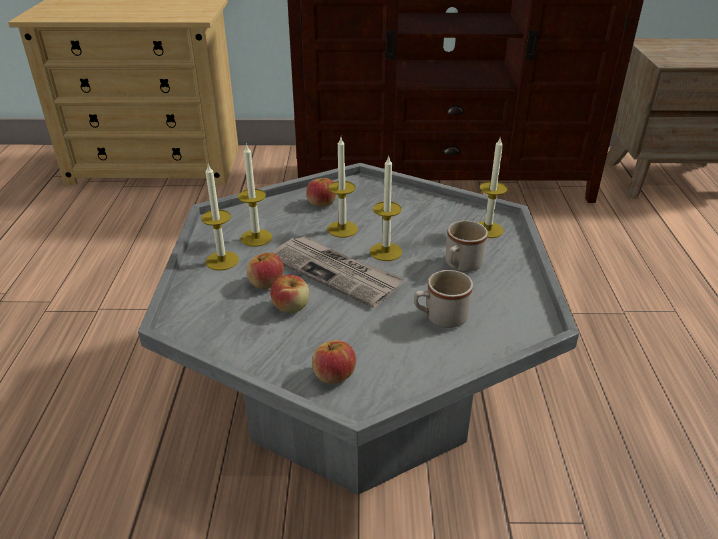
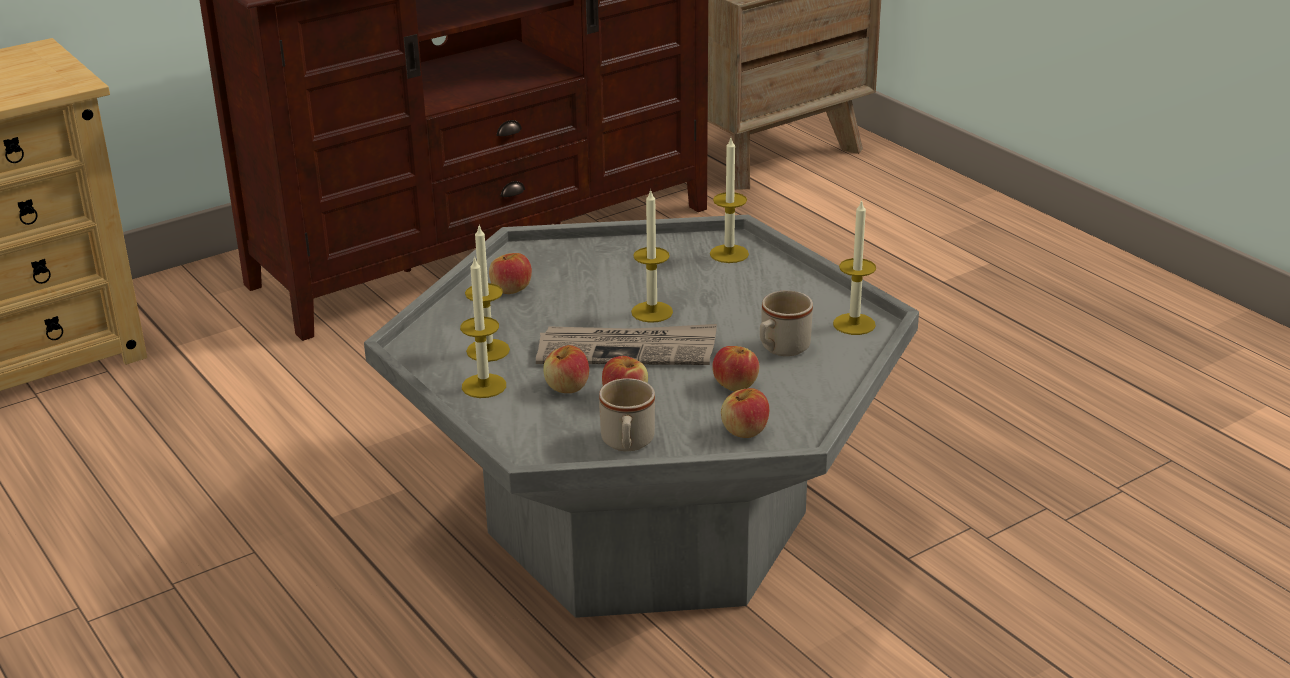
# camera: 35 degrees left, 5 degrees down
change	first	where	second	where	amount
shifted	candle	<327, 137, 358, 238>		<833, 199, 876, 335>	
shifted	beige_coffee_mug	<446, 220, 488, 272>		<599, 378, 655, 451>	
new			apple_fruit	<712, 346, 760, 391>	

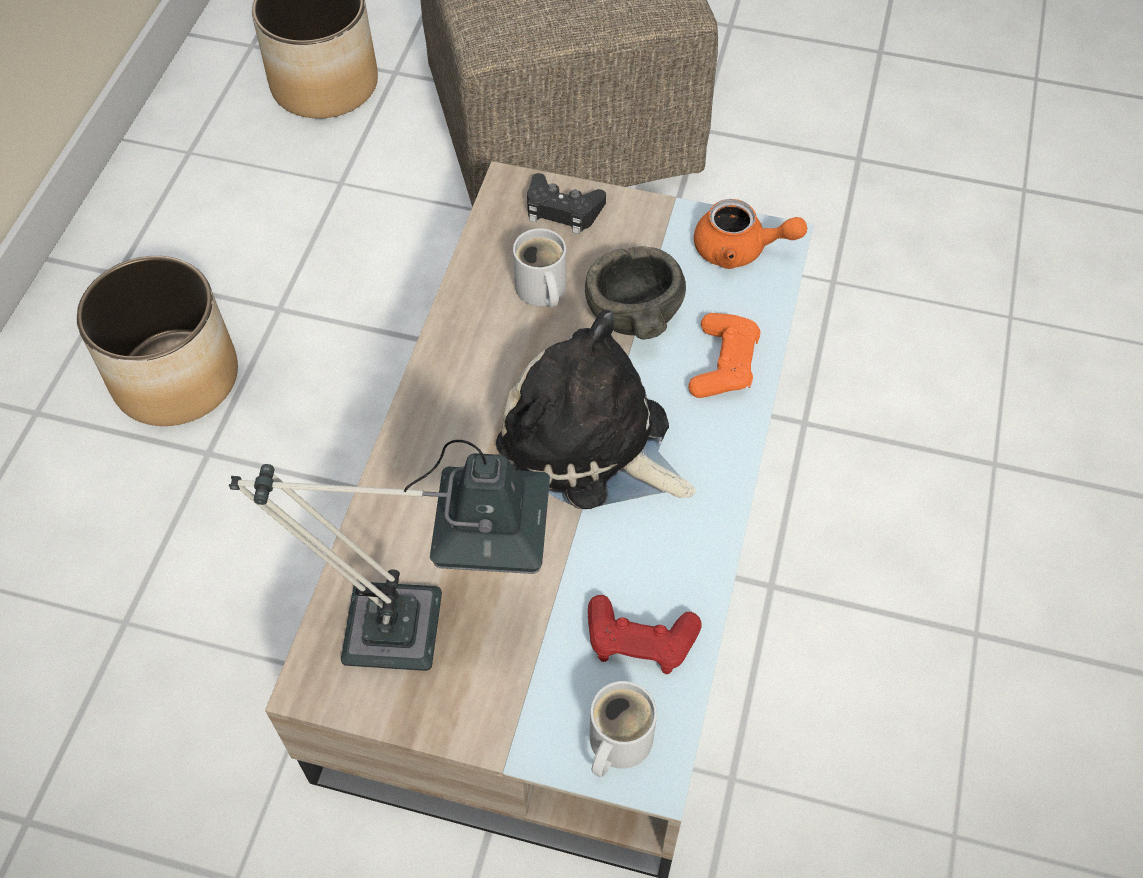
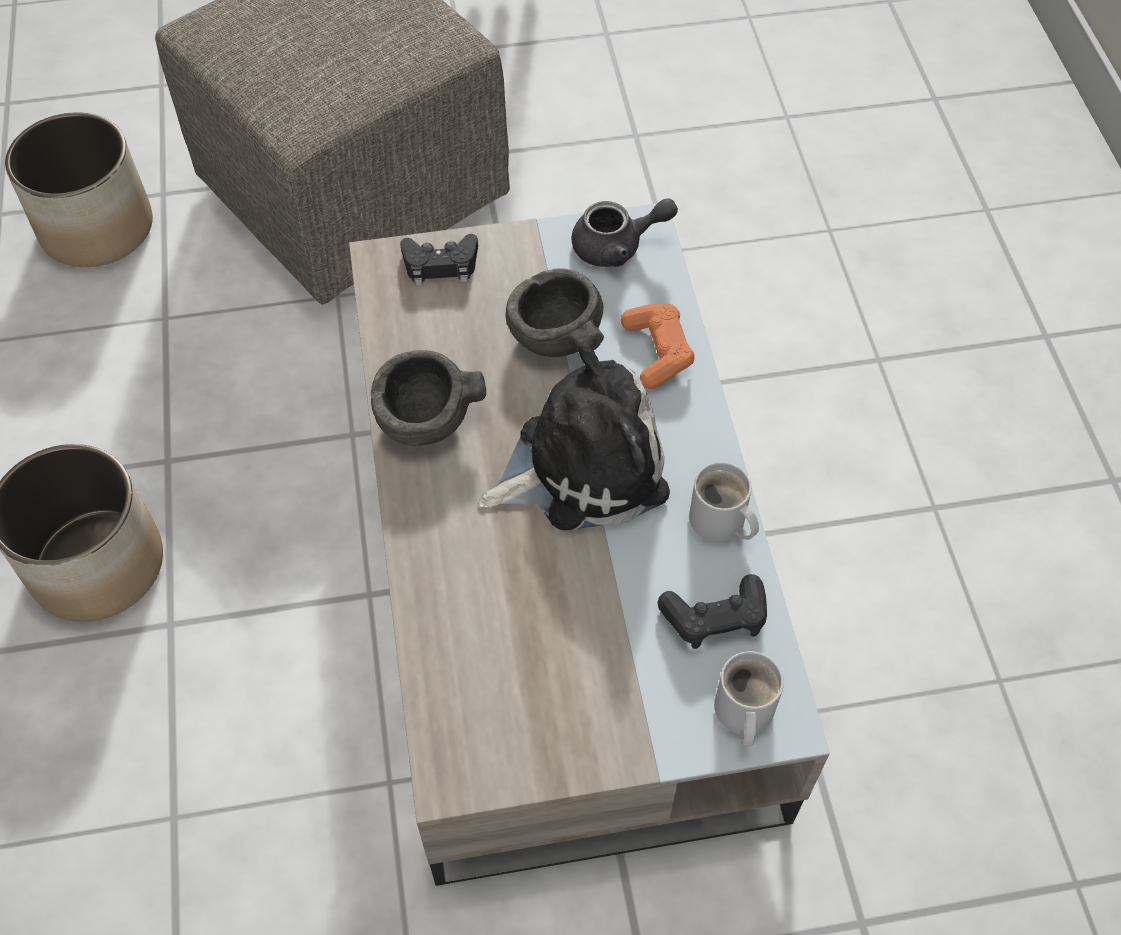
# camera: 25 degrees left, 0 degrees up
change	first	where	second	where	amount
gone	lamp_for_a_table	<229, 440, 550, 671>			
rotated	cuddly_toy	<496, 310, 696, 509>		<479, 342, 670, 530>	150 degrees clockwise
shifted	white-coloured_coffee_mug	<513, 228, 567, 308>		<689, 462, 759, 542>	
repainted	red_game_controller	<588, 595, 701, 674>	black_game_controller	<658, 574, 767, 649>	
repainted	orange-coloured_tea_pot	<694, 199, 807, 269>	gray_tea_pot	<572, 198, 678, 267>	
new			gray_deep_dish	<371, 350, 486, 446>	

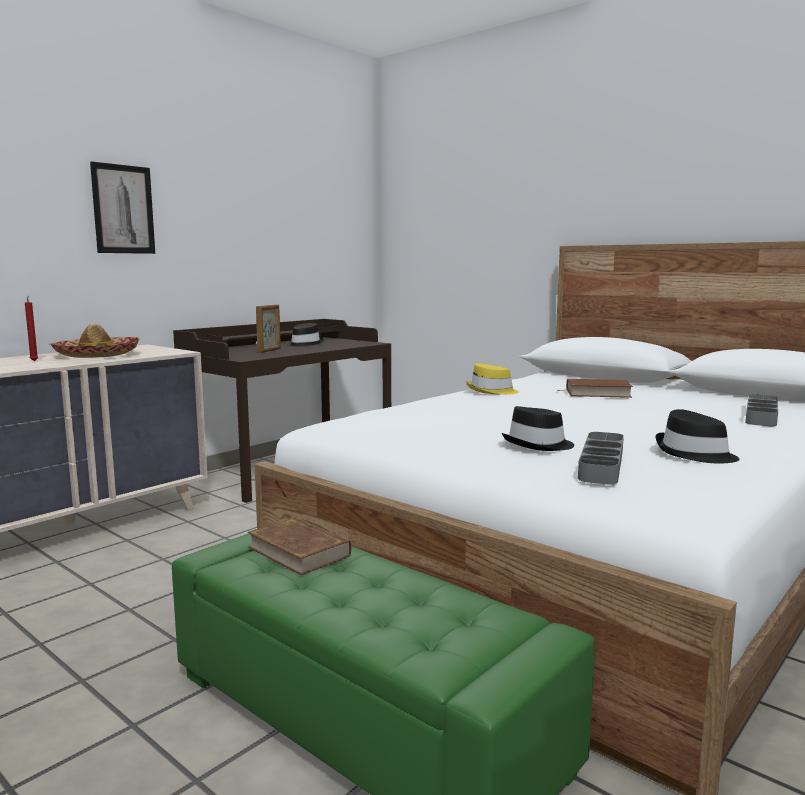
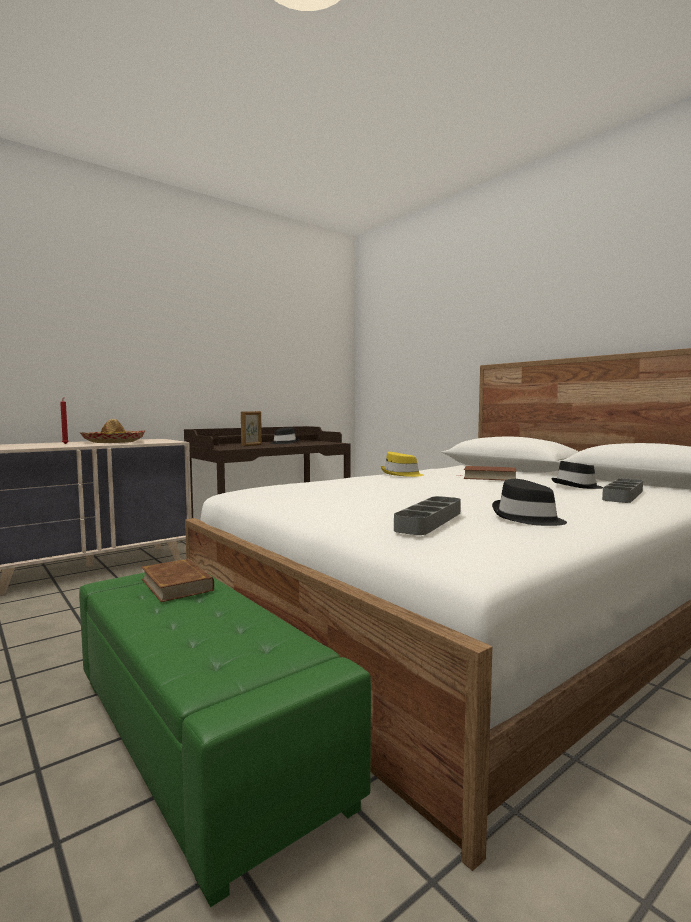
# camera: 10 degrees right, 5 degrees down
change	first	where	second	where	amount
gone	wall_art	<90, 161, 155, 254>			
shifted	black_wearable_hat	<502, 406, 574, 451>		<551, 461, 603, 489>	

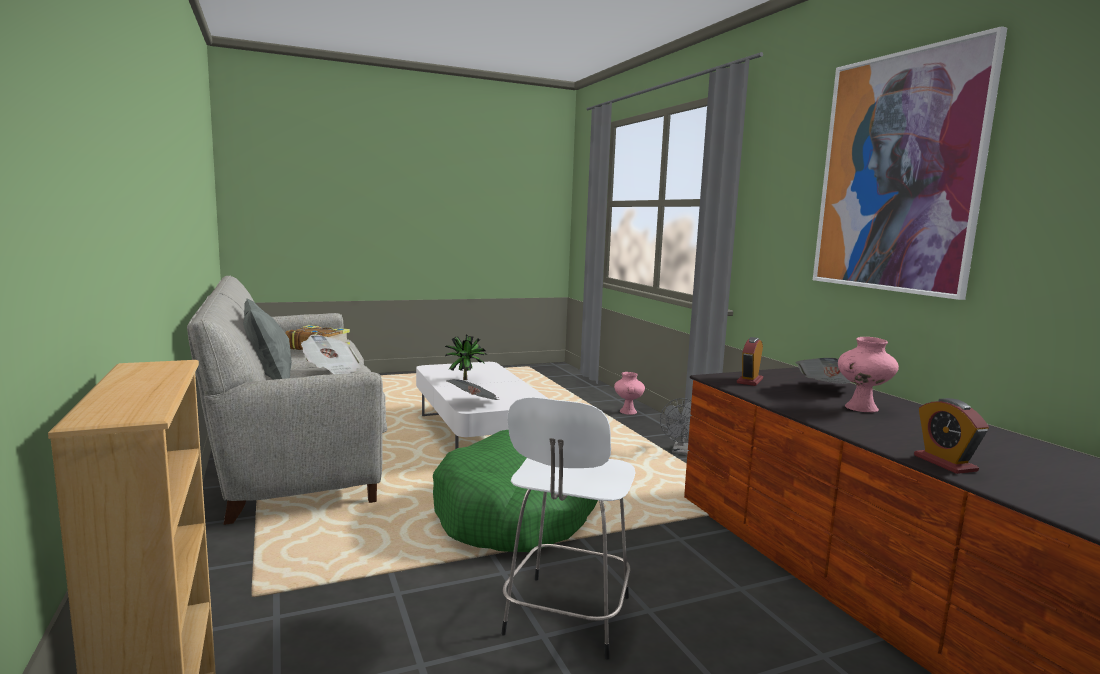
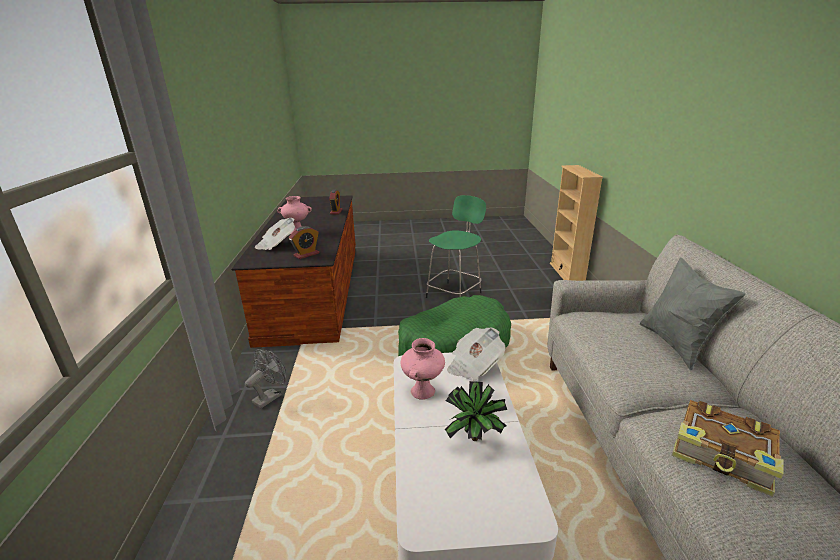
# camera: 160 degrees left, 15 degrees up
change	first	where	second	where	amount
gone	newspaper	<301, 335, 362, 374>			
repainted	white-coloured_stool	<501, 397, 636, 660>	green-coloured_stool	<426, 195, 486, 298>	
shifted	pink-coloured_vase	<614, 372, 645, 415>		<401, 338, 445, 400>	
gone	wall_art	<813, 26, 1007, 300>			

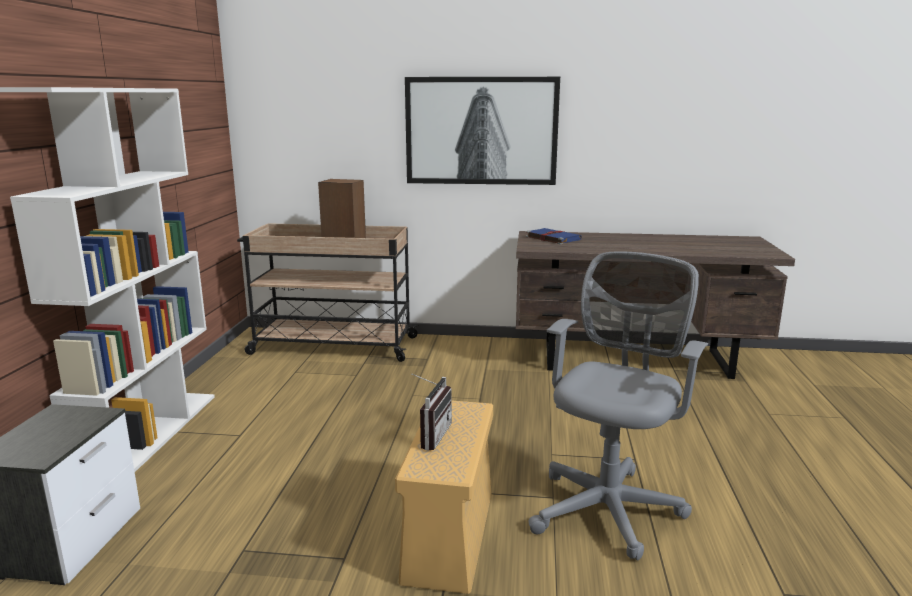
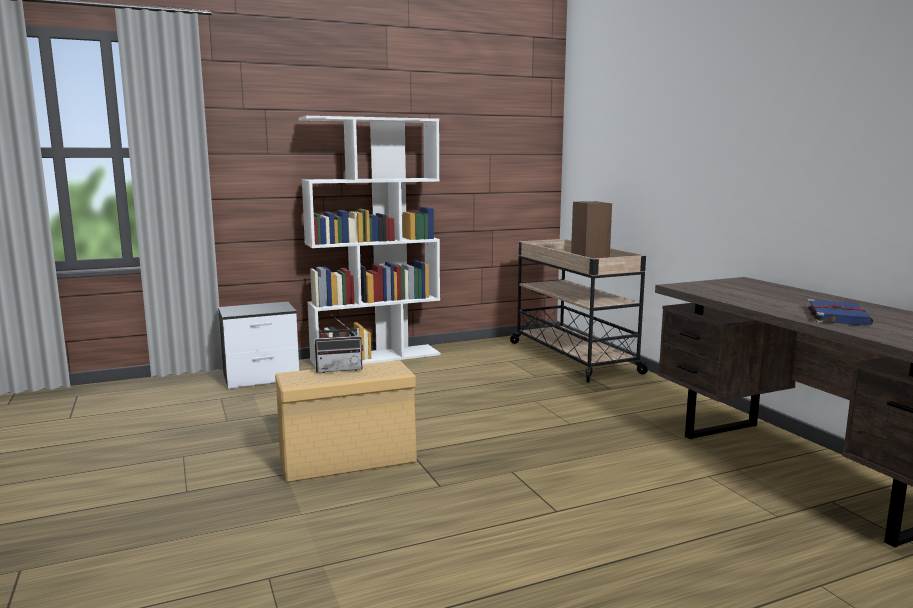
# camera: 60 degrees right, 5 degrees down
change	first	where	second	where	amount
gone	wall_art	<405, 77, 560, 185>			
shifted	blue_volume	<526, 228, 582, 244>		<806, 299, 873, 326>	
gone	gray_office_chair	<528, 251, 708, 560>			

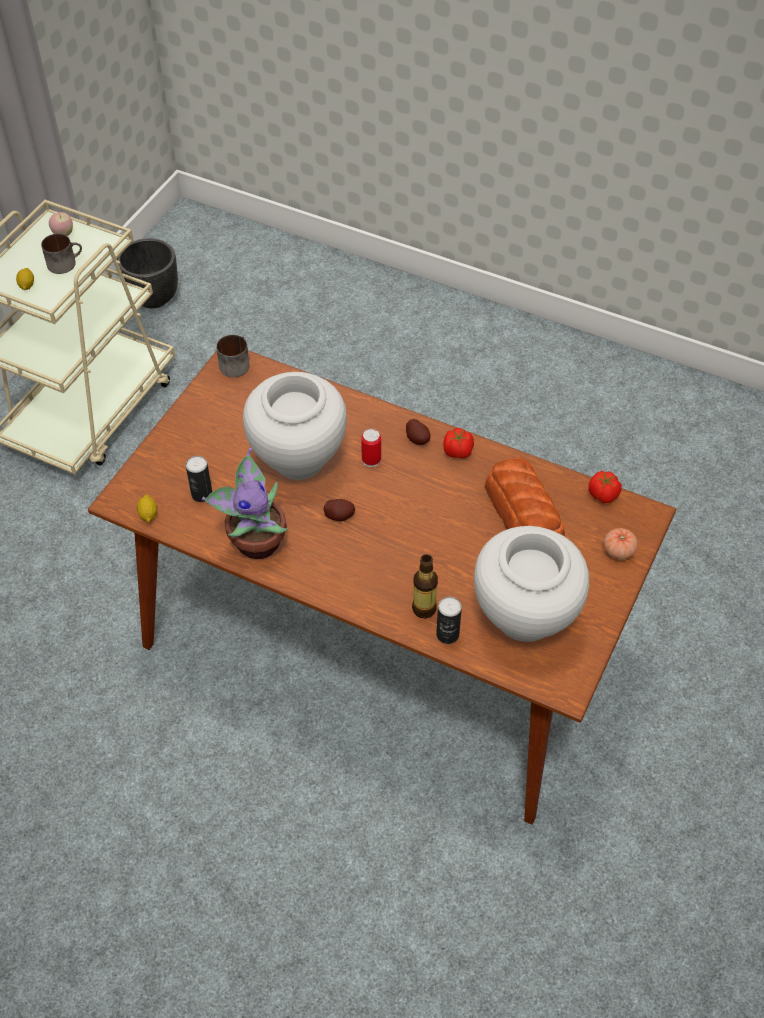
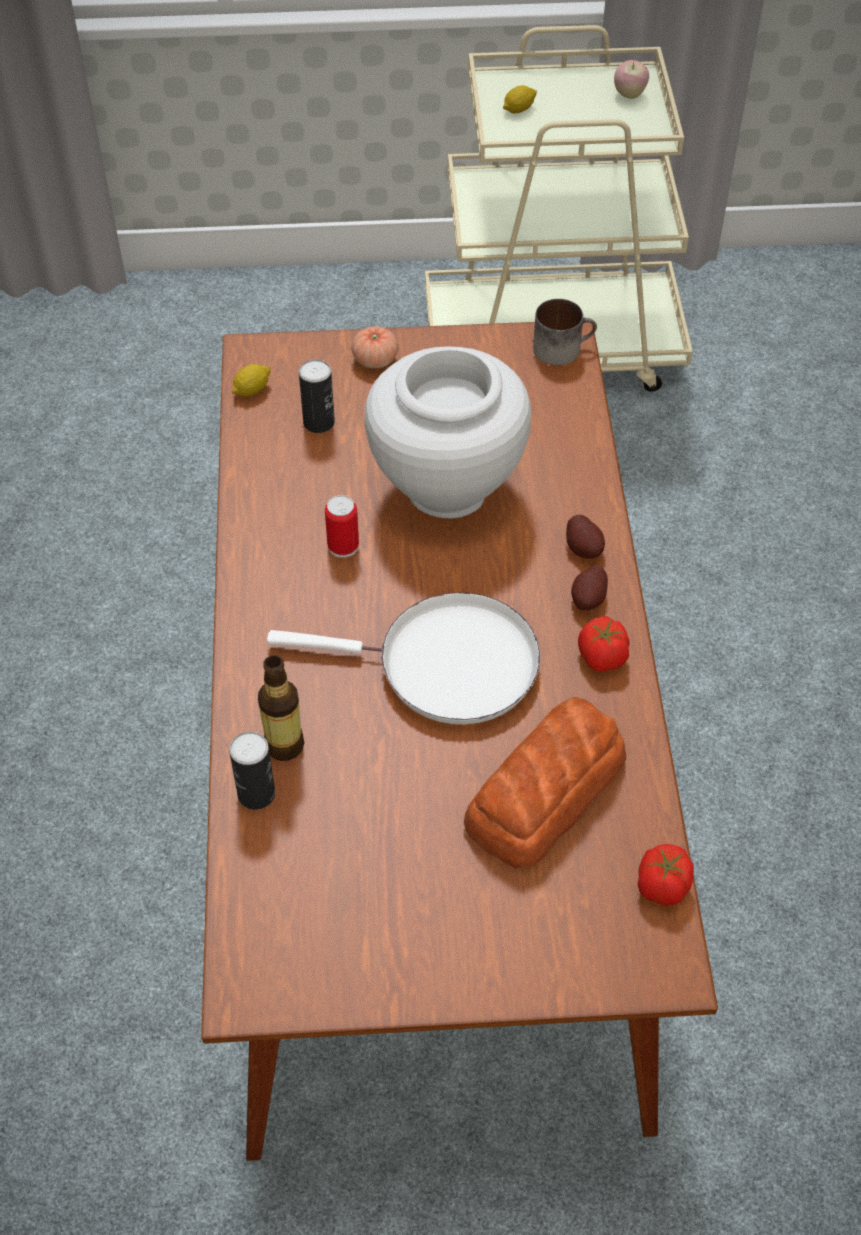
# camera: 60 degrees right, 0 degrees up
change	first	where	second	where	amount
gone	coffee_mug	<41, 234, 82, 274>			
gone	black_plant_pot	<117, 238, 178, 308>			
gone	potted_plant	<202, 448, 288, 559>			
shifted	whole_potato	<324, 499, 355, 521>		<566, 515, 605, 559>	
shifted	sealed_can	<361, 429, 381, 467>		<325, 495, 359, 558>	
gone	white-coloured_vase	<474, 526, 589, 642>			
shifted	whole_tomato	<604, 528, 638, 559>		<351, 326, 399, 368>	
new			white-coloured_pan	<267, 592, 540, 724>	

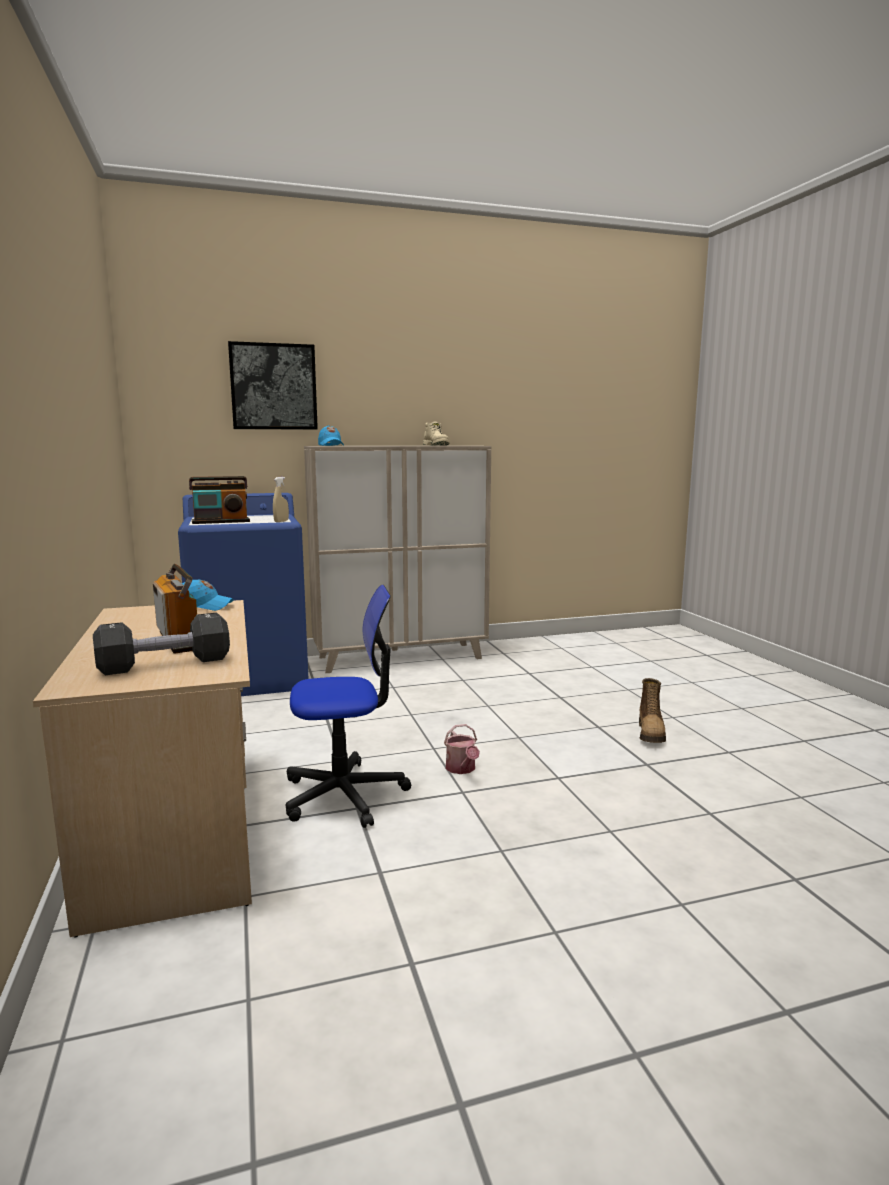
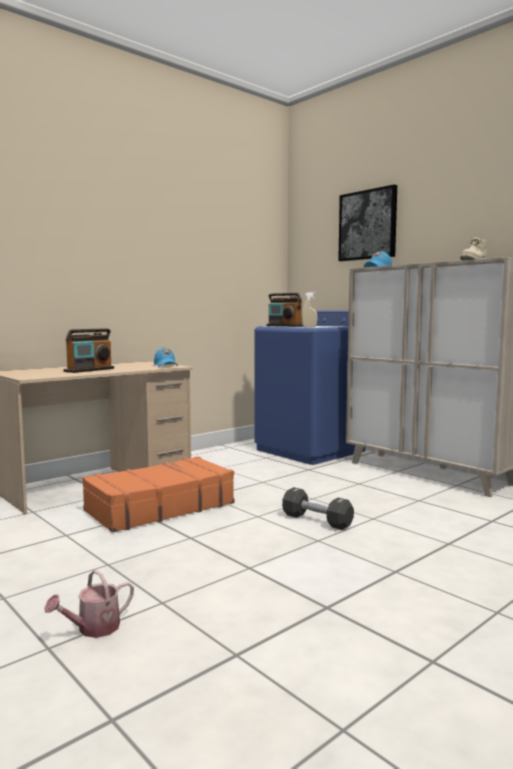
# camera: 65 degrees right, 5 degrees down
change	first	where	second	where	amount
shifted	black_free_weight	<93, 613, 230, 675>		<282, 487, 354, 530>	
swapped	office_chair	<286, 585, 411, 828>	orange-coloured_suitcase	<82, 457, 234, 533>	
shifted	watering_pot	<444, 724, 480, 774>		<44, 569, 134, 638>	
gone	high-top_boot	<639, 678, 666, 743>			

